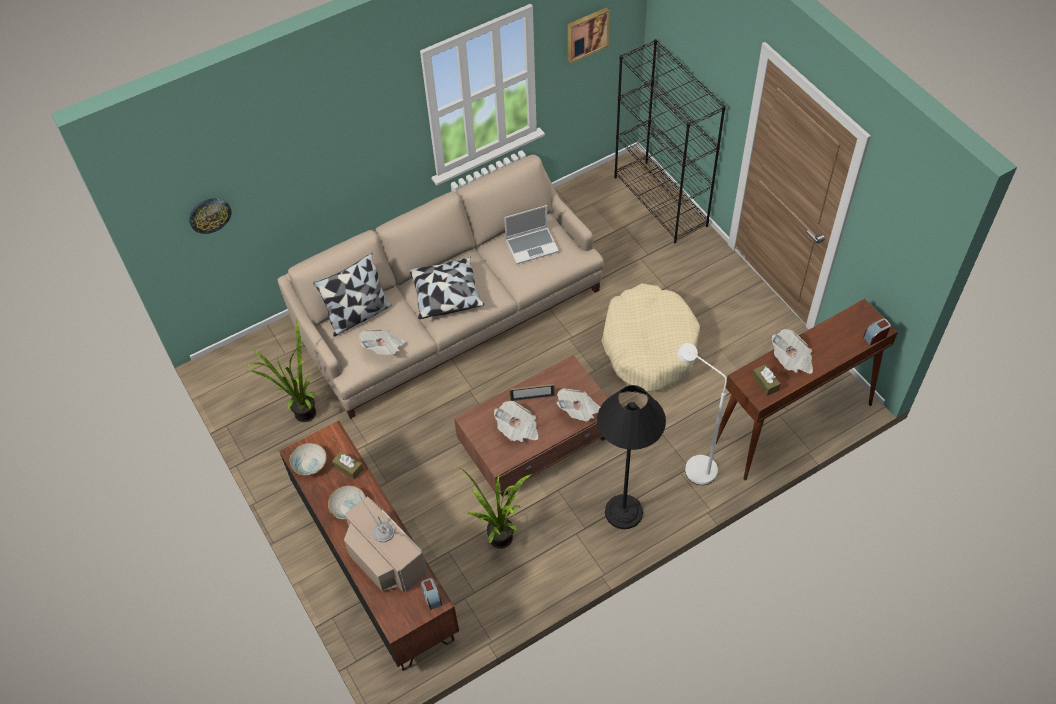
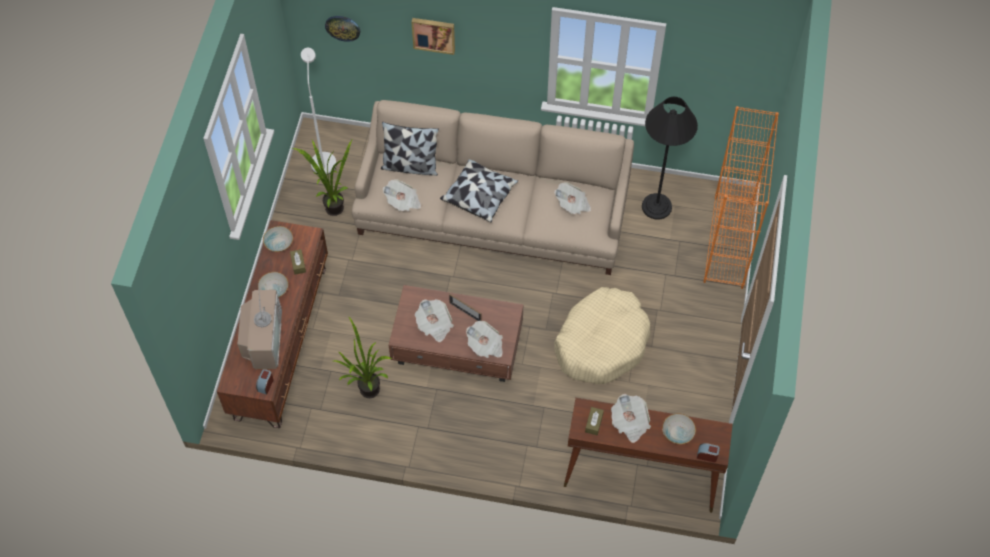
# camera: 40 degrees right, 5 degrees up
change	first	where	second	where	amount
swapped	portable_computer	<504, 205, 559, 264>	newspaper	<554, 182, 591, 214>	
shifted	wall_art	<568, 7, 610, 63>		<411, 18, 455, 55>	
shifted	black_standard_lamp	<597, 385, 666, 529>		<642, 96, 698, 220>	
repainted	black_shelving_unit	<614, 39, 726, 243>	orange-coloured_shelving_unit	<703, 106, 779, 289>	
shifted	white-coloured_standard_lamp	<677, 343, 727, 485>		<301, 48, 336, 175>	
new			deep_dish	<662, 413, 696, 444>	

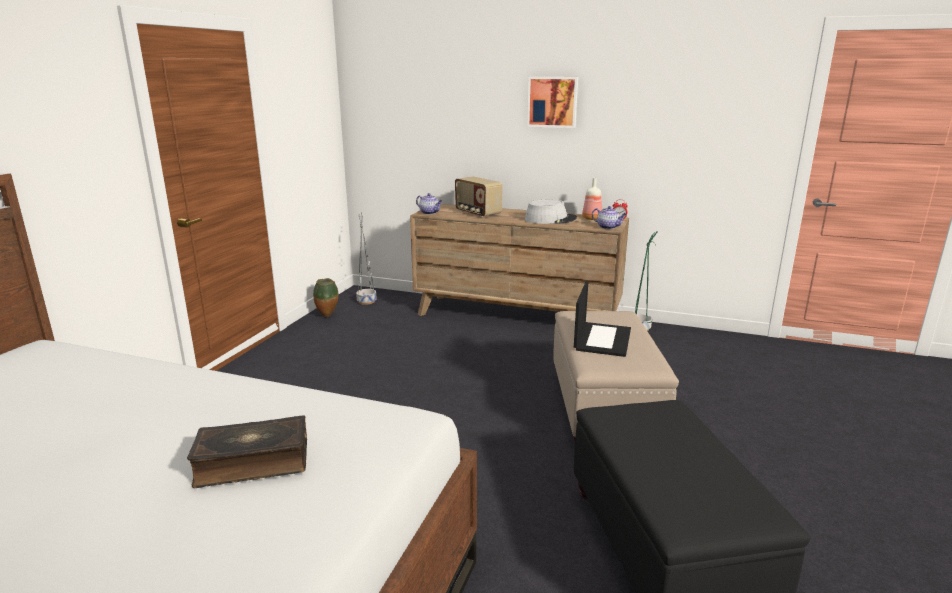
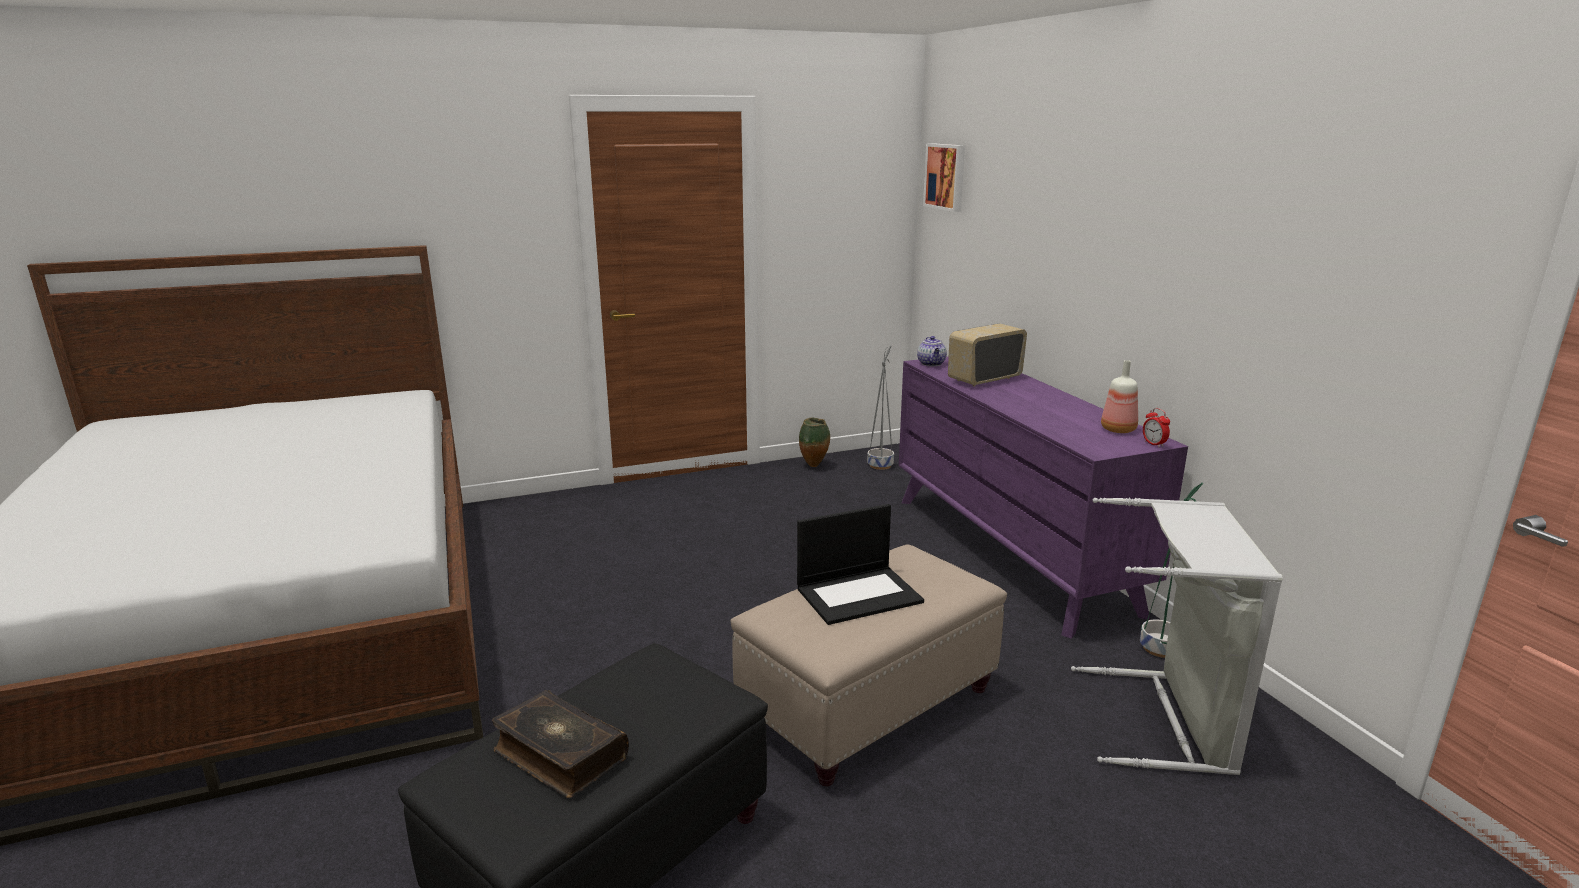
# camera: 50 degrees right, 0 degrees up
change	first	where	second	where	amount
shifted	volume	<187, 415, 307, 488>		<492, 690, 629, 798>	
repainted	brown-coloured_drawer_chest	<410, 204, 629, 316>	purple-coloured_drawer_chest	<899, 356, 1188, 639>	
rotated	radio_set	<455, 177, 503, 218>		<948, 323, 1027, 387>	45 degrees clockwise
gone	gray_wearable_hat	<525, 200, 577, 224>			
shifted	wall_art	<527, 77, 578, 128>		<923, 143, 965, 212>	
gone	tea_pot	<592, 206, 627, 229>			
new			gray_washing_basket	<1071, 497, 1283, 775>	

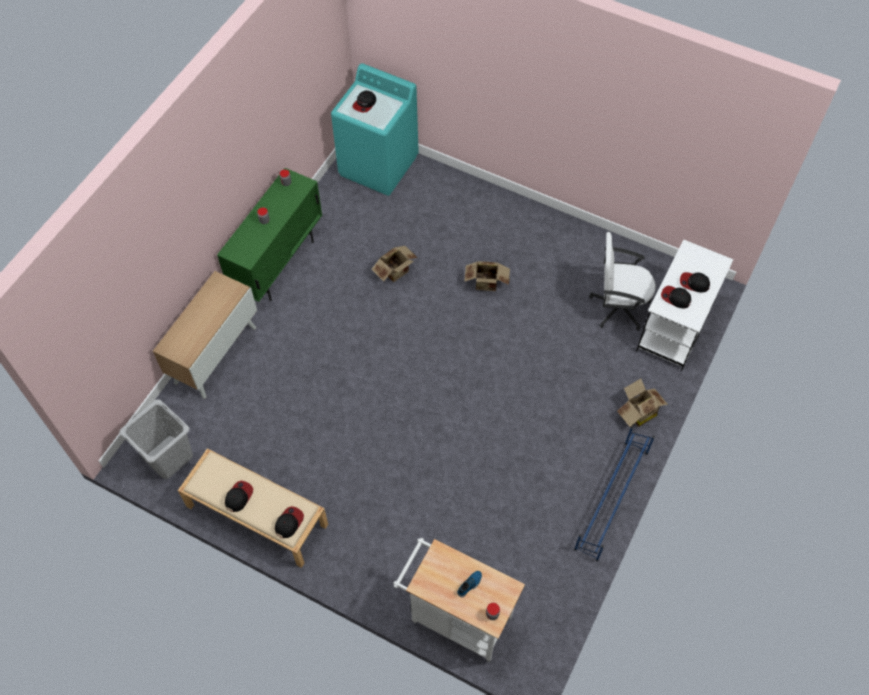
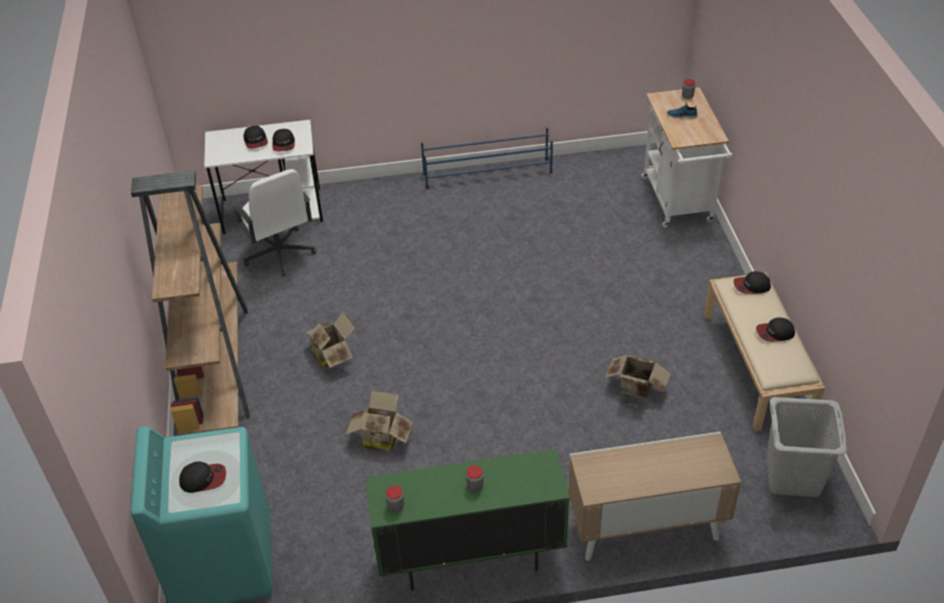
# camera: 125 degrees left, 15 degrees down
change	first	where	second	where	amount
shifted	carton	<617, 379, 668, 427>		<606, 355, 671, 400>	
new			brown-coloured_shelving_unit	<131, 170, 250, 436>	

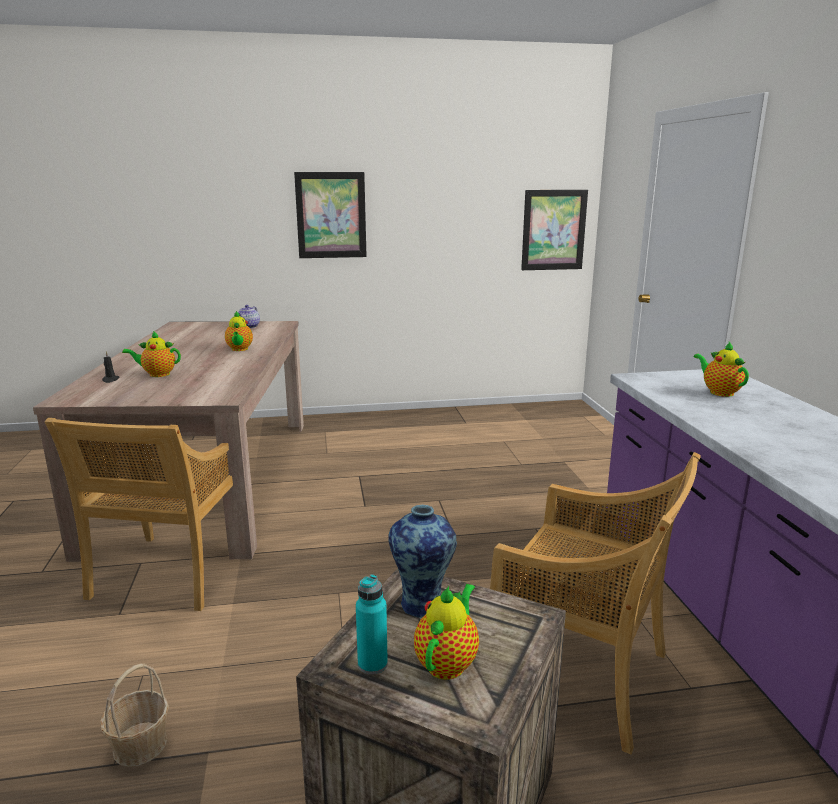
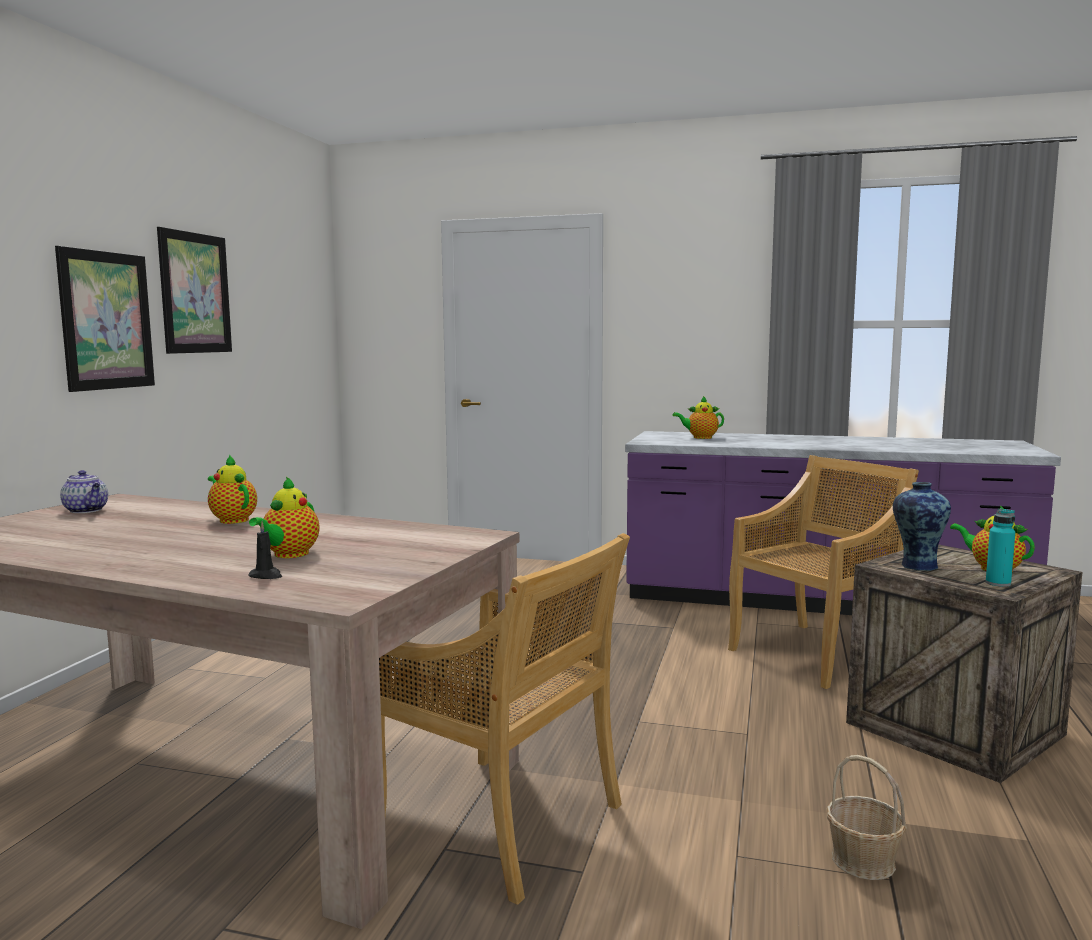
# camera: 65 degrees left, 10 degrees down
change	first	where	second	where	amount
rotated	tea_pot	<225, 311, 253, 351>		<208, 454, 257, 524>	150 degrees counterclockwise
shifted	wall_art	<521, 190, 588, 270>		<157, 227, 232, 354>	

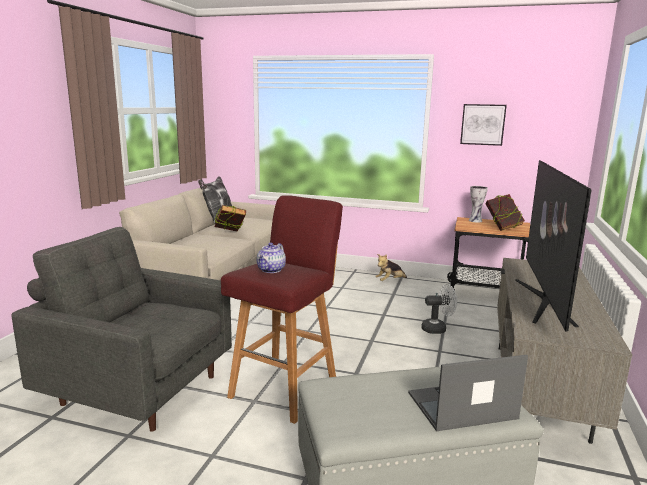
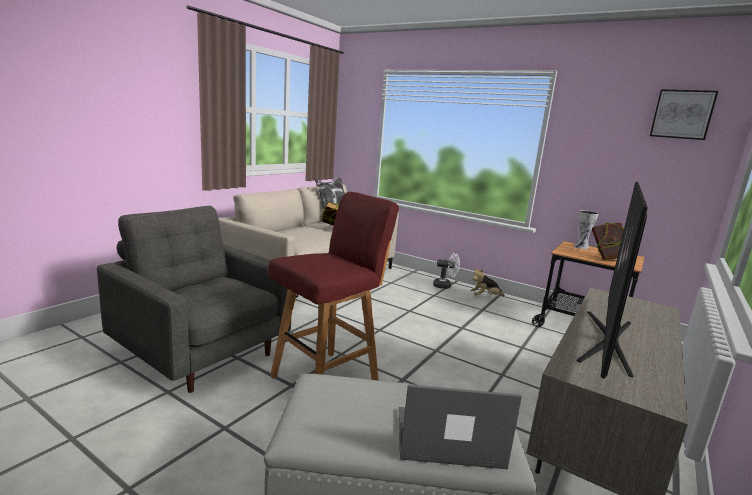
# camera: 15 degrees right, 0 degrees up
change	first	where	second	where	amount
gone	tea_pot	<256, 242, 286, 273>			
shifted	white-coloured_fan	<421, 284, 457, 334>		<433, 253, 460, 289>	
shifted	wall_art	<460, 104, 507, 146>		<650, 89, 718, 140>	

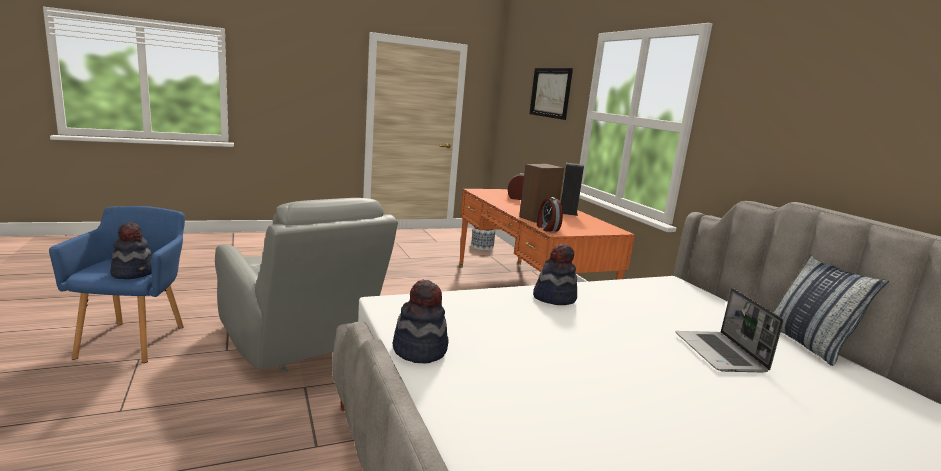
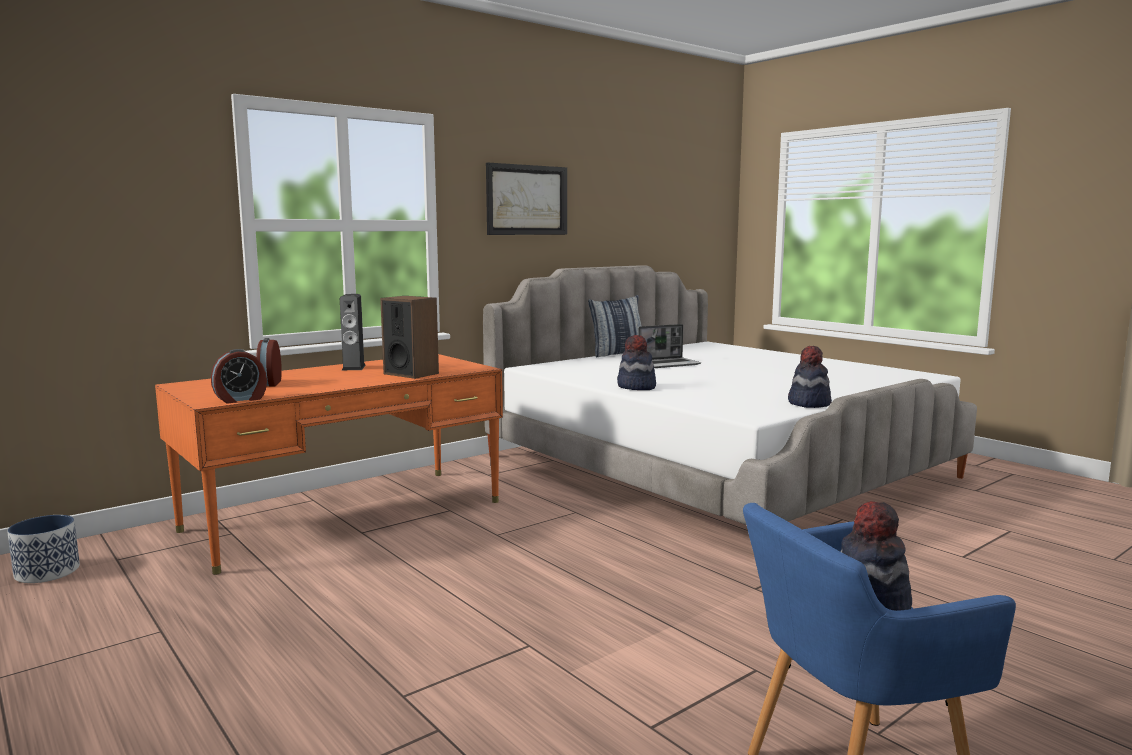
# camera: 105 degrees left, 5 degrees down
change	first	where	second	where	amount
gone	gray_lounge_chair	<215, 198, 398, 373>			
shifted	wall_art	<530, 68, 573, 120>		<486, 163, 567, 235>	
shifted	table_clock	<537, 197, 563, 232>		<211, 349, 267, 403>	

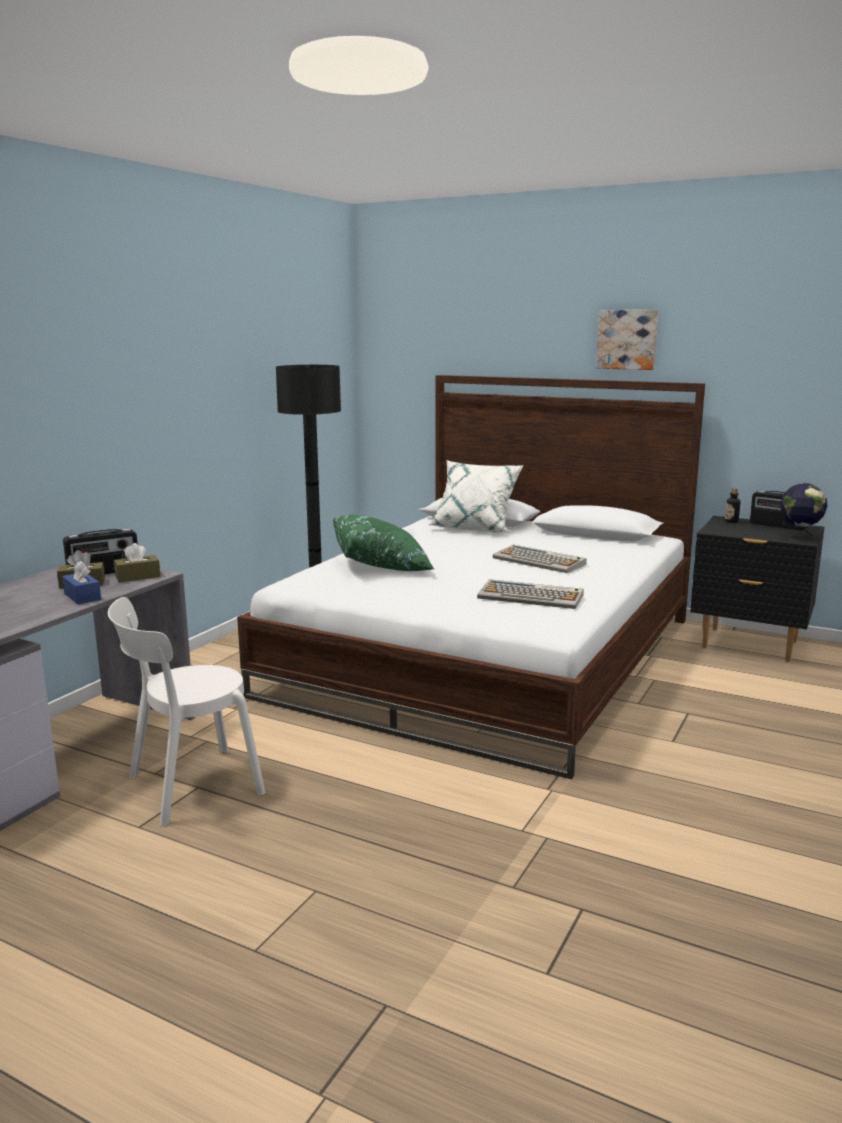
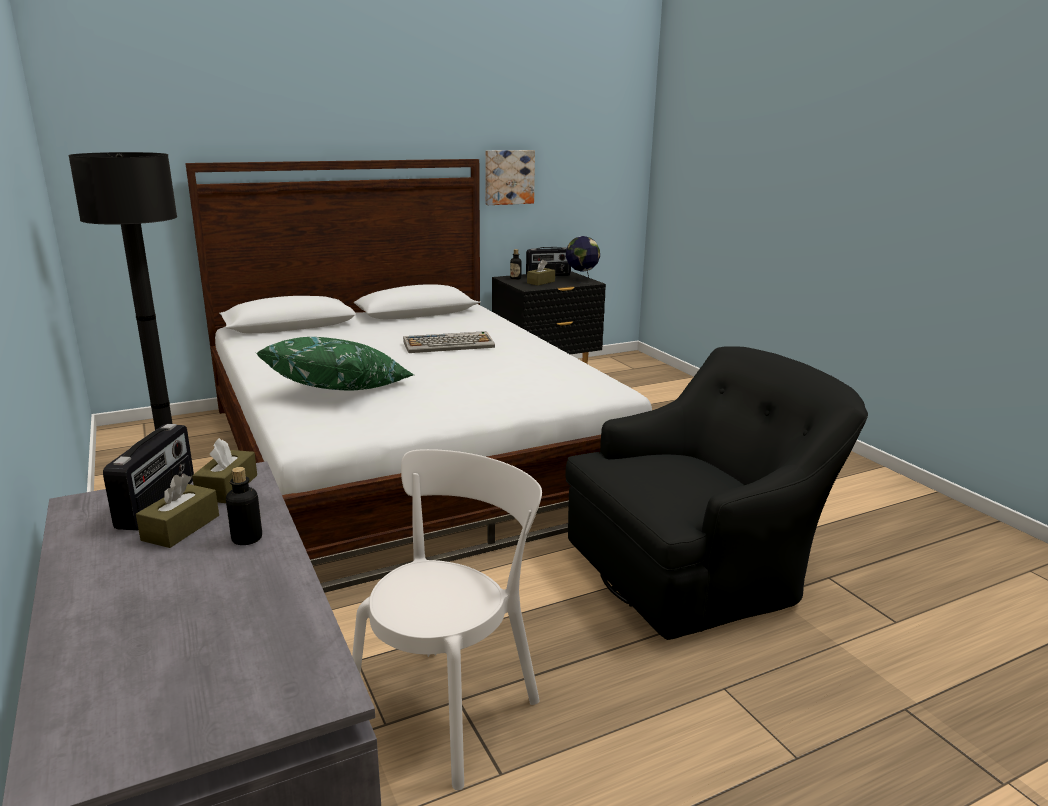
# camera: 55 degrees left, 5 degrees up
change	first	where	second	where	amount
swapped	blue_tissue_box	<62, 561, 101, 604>	drink_bottle	<226, 467, 262, 545>	
rotated	white-coloured_plain_chair	<108, 597, 265, 826>		<352, 449, 542, 790>	150 degrees counterclockwise
gone	white-coloured_pillow	<427, 460, 524, 533>			
gone	PC_keyboard	<477, 579, 584, 609>			
shifted	wall_art	<596, 310, 658, 370>		<485, 150, 535, 205>	
new			brown-coloured_tissue_box	<527, 259, 555, 286>	
new			black_lounge_chair	<566, 346, 868, 640>	

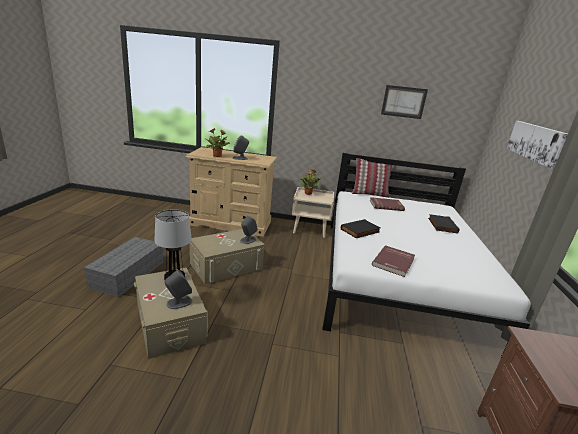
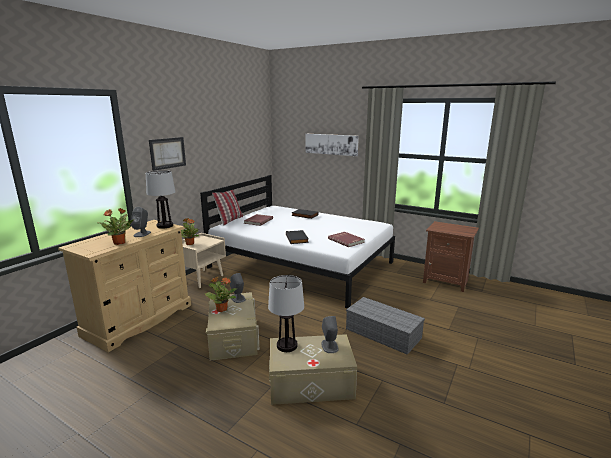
# camera: 65 degrees left, 5 degrees down
change	first	where	second	where	amount
shifted	gray_storage_container	<84, 237, 163, 297>		<346, 297, 425, 355>	
shifted	wall_art	<381, 85, 428, 119>		<149, 137, 186, 171>	
new			lamp_for_a_table	<146, 170, 175, 229>	
new			potted_plant	<205, 277, 237, 312>	

